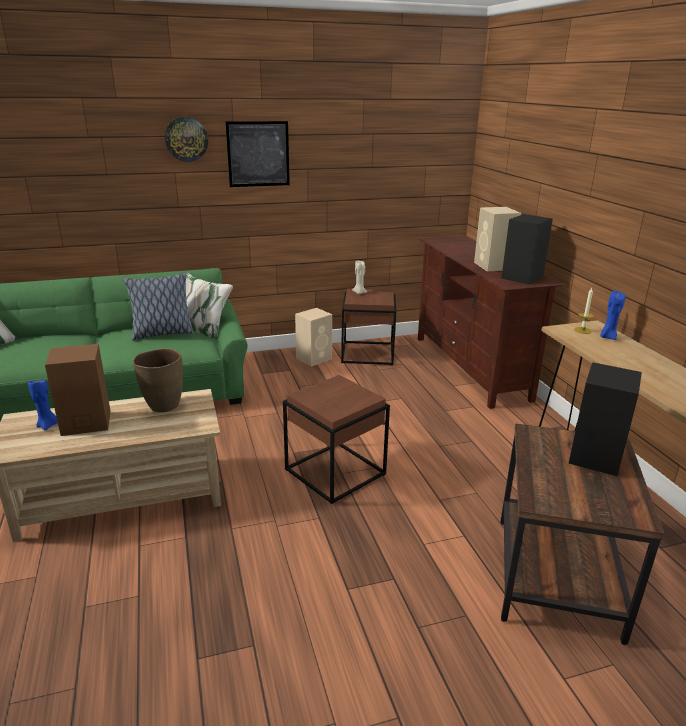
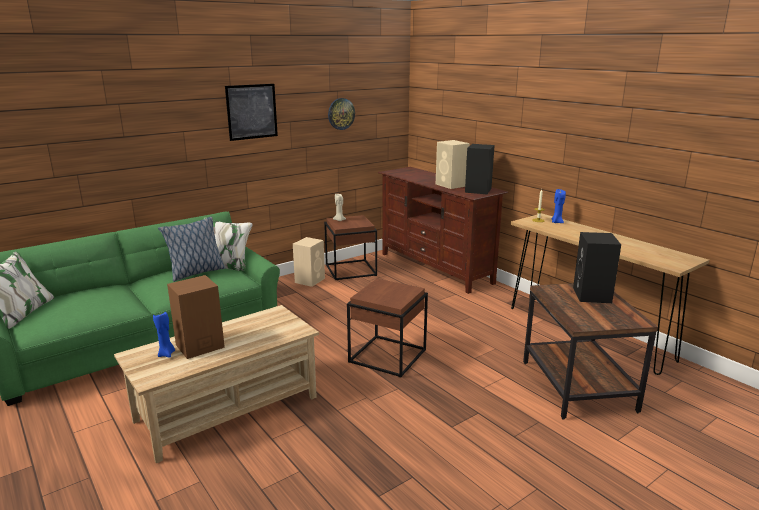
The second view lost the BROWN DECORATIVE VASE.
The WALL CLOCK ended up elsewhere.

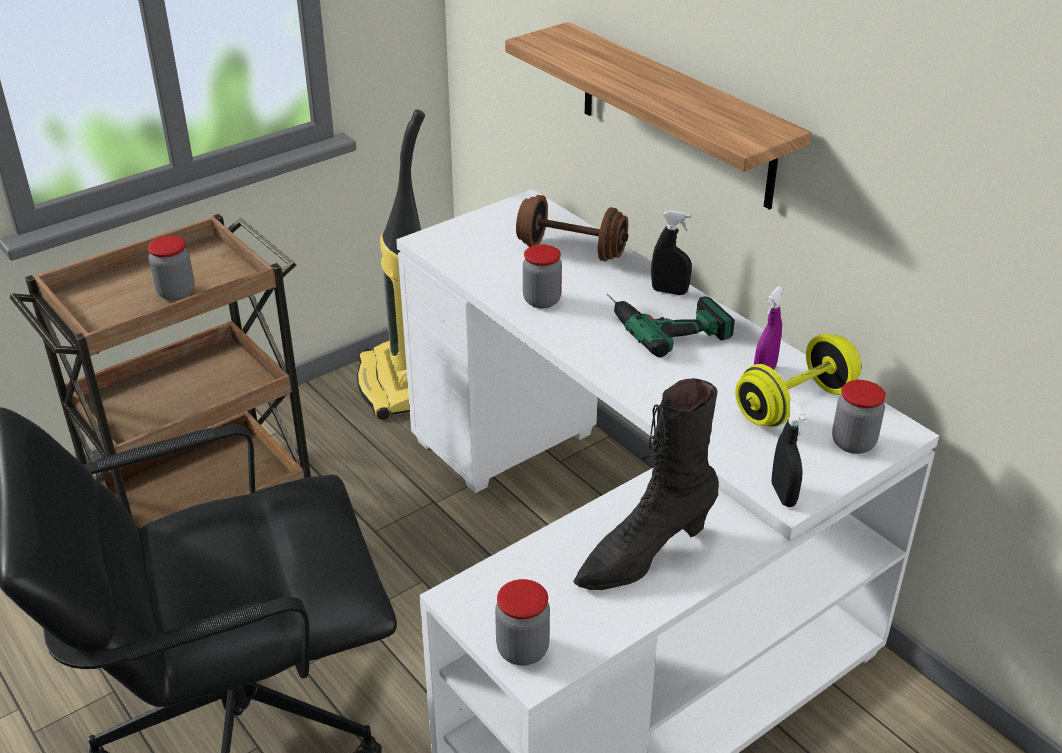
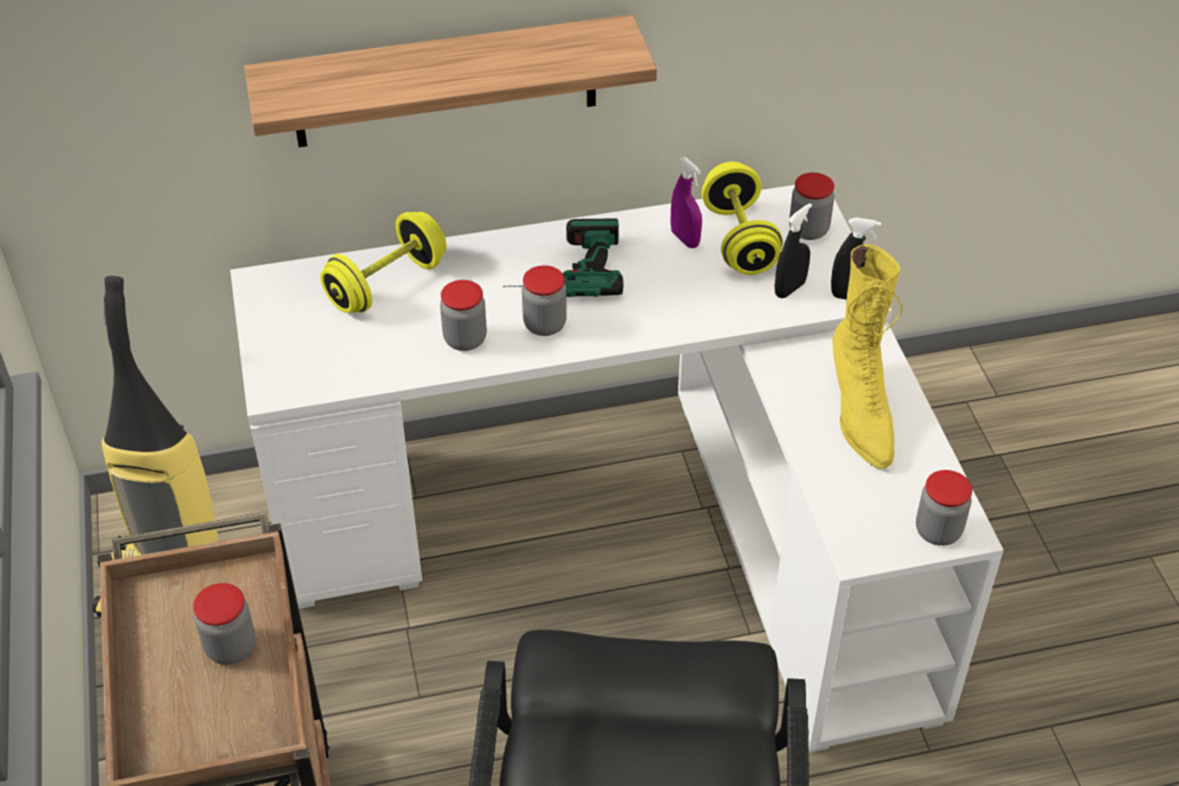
What was the BROWN HAND WEIGHT turned into the YELLOW HAND WEIGHT (1st from left).
What was the BLACK-COLOURED TALL BOOT turned into the YELLOW TALL BOOT.
The BLACK-COLOURED SPRAYER (1st from left) ended up elsewhere.
The second view gained the JAR (3rd from left).

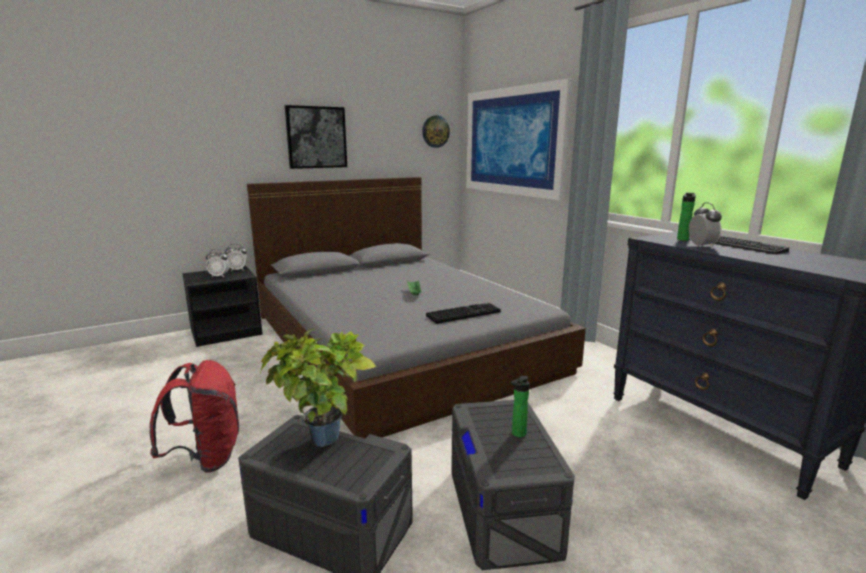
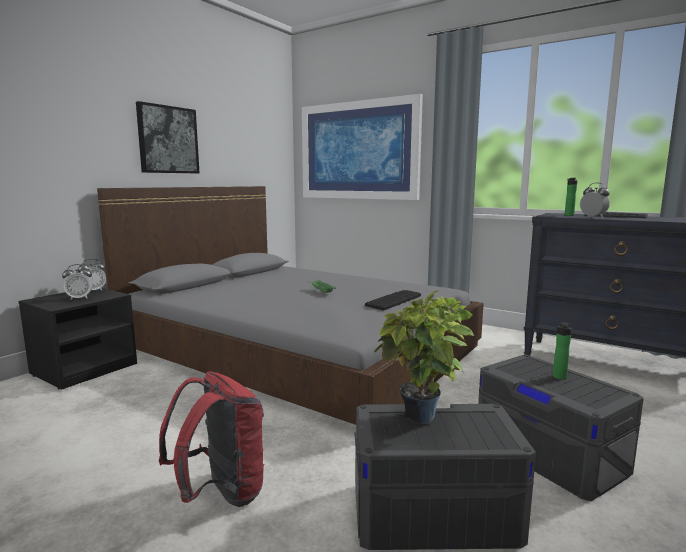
The second view lost the WALL CLOCK.

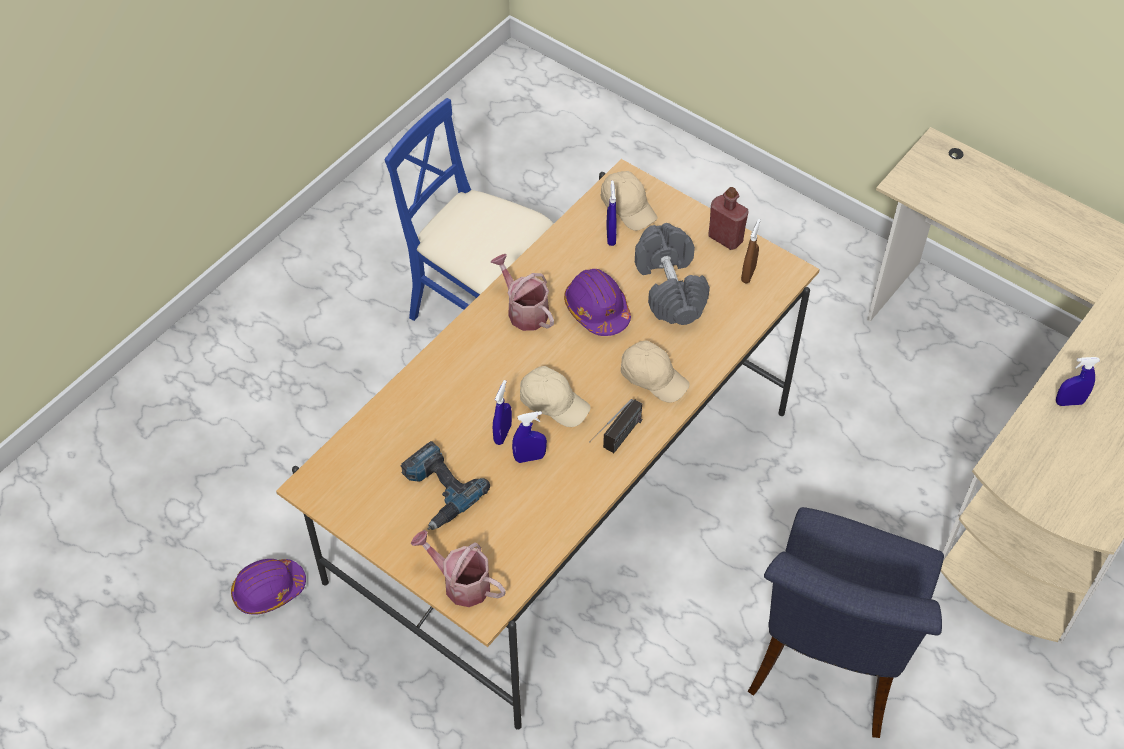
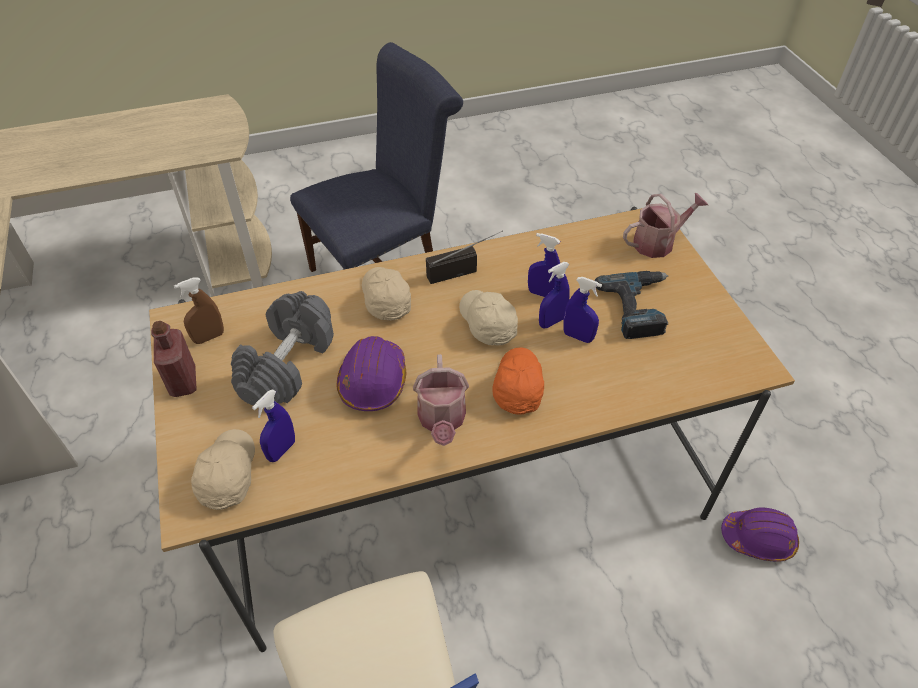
The WATERING CAN (1st from left in the first image) ended up facing another way, 90 degrees counterclockwise from before.
The BLUE-COLOURED SPRAYER (4th from left) ended up elsewhere.
The second view gained the ORANGE PEAKED CAP.

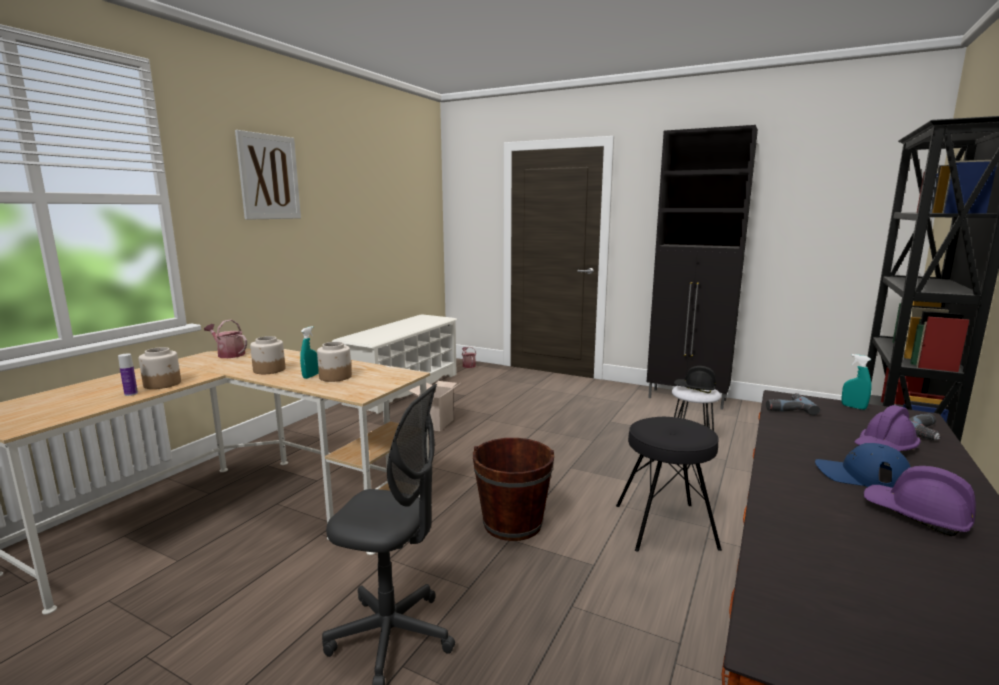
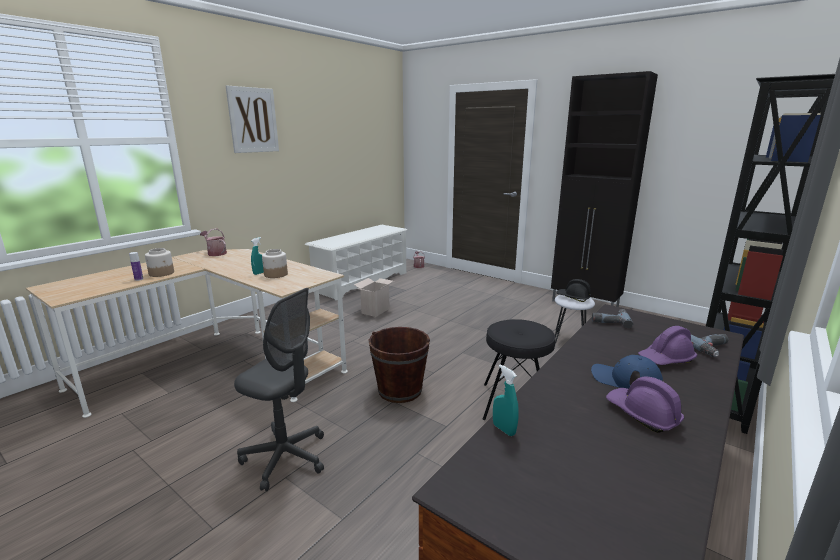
The second view lost the JAR (2nd from left).
The TURQUOISE SPRAYER (2nd from left) ended up elsewhere.

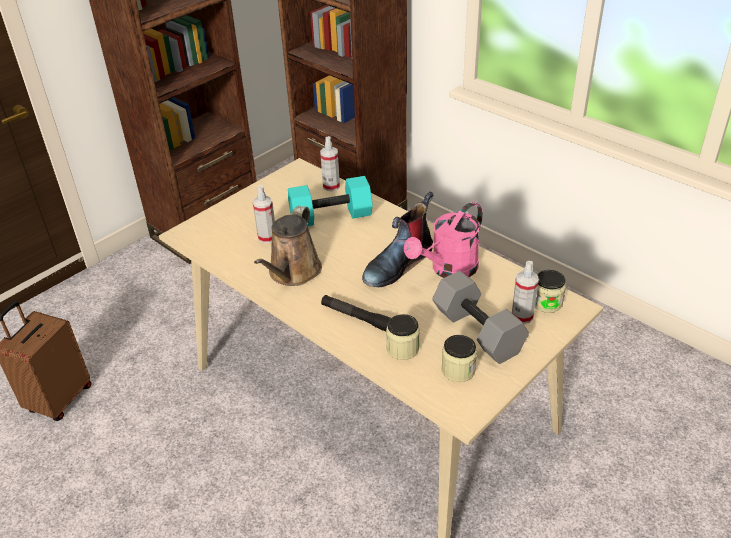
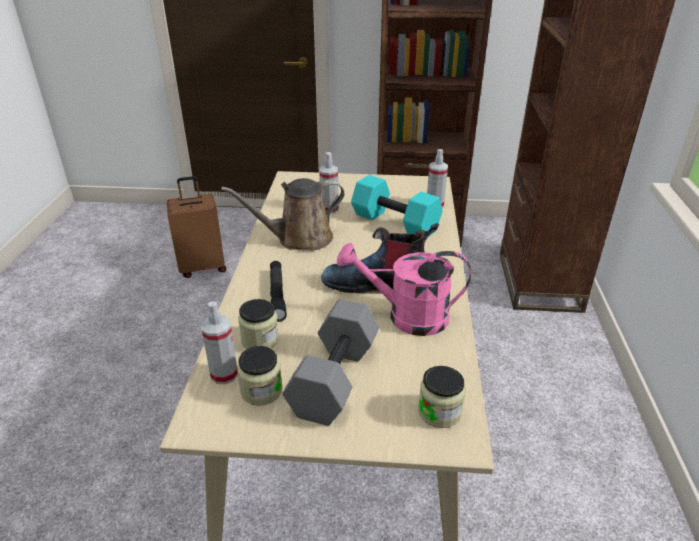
The SPRAYER (3rd from left in the first image) ended up elsewhere.

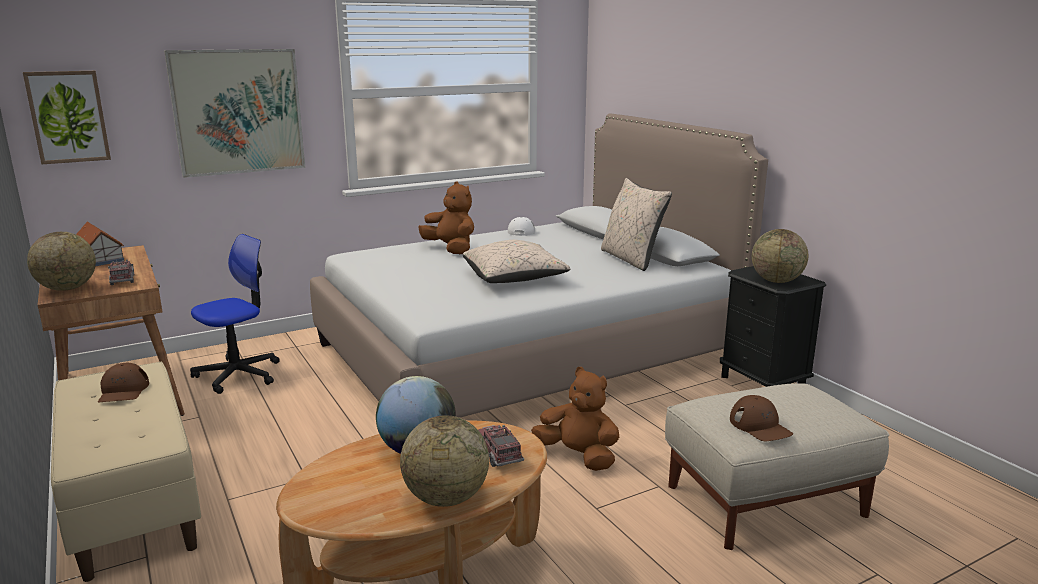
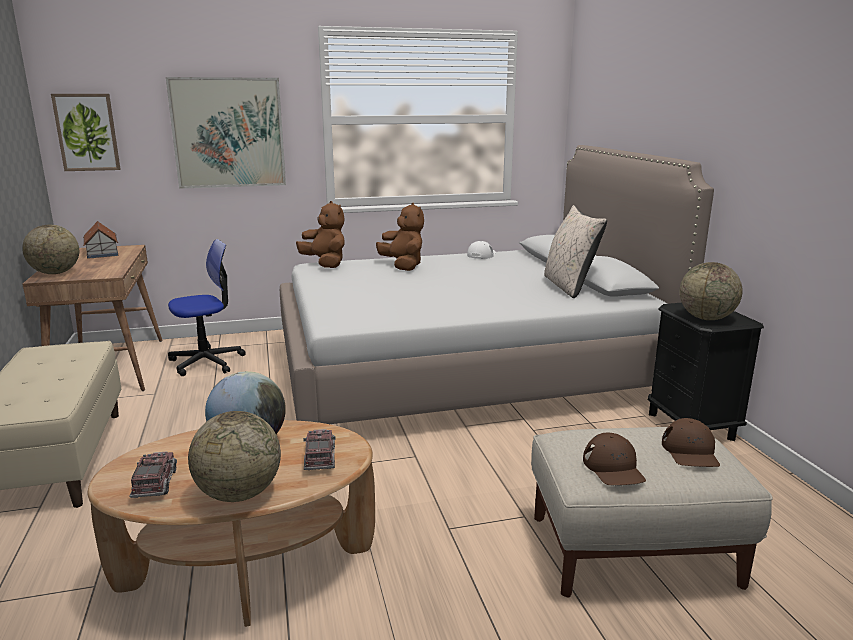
The BROWN PEAKED CAP (1st from left in the first image) ended up elsewhere.
The TOY TRUCK (1st from left) ended up elsewhere.
The second view lost the BEIGE-COLOURED THROW PILLOW (1st from left).
The BROWN SOFT TOY (2nd from left in the first image) ended up elsewhere.

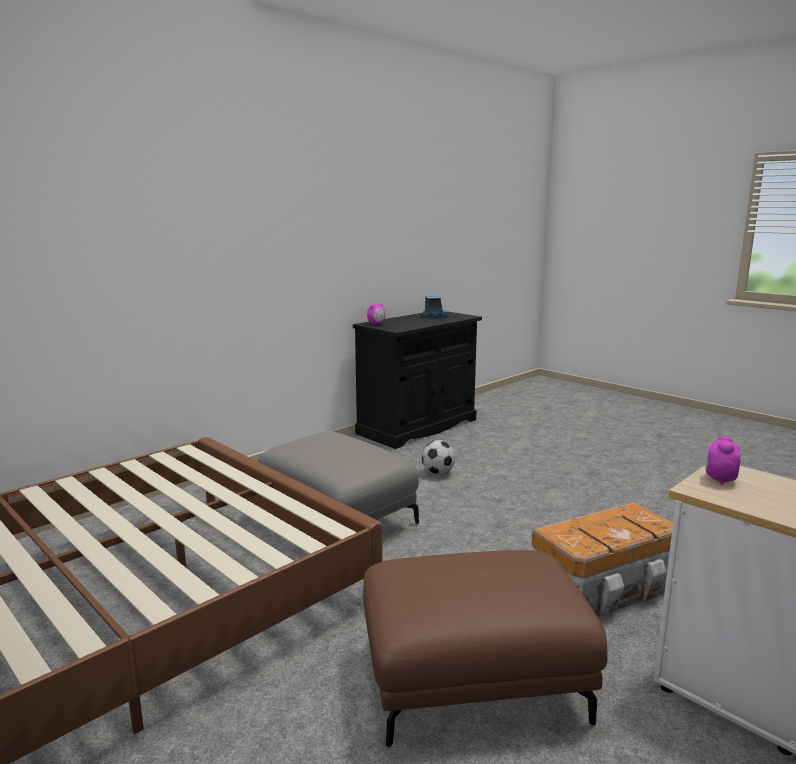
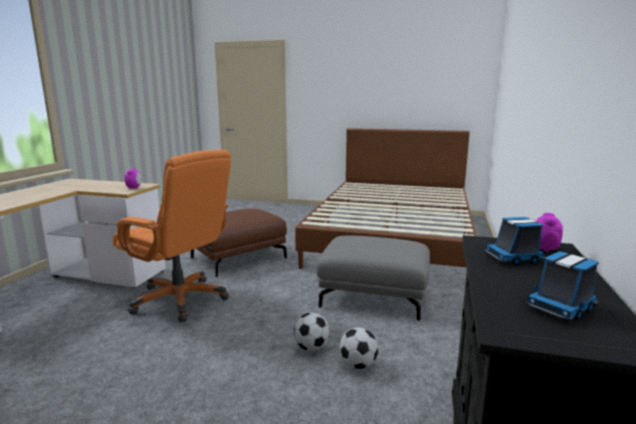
Where the STORAGE CONTAINER stood, the ORANGE OFFICE CHAIR came to stand.
The second view gained the BALL FOR FOOTBALL (1st from left).
The second view gained the TOY TRUCK (1st from left).

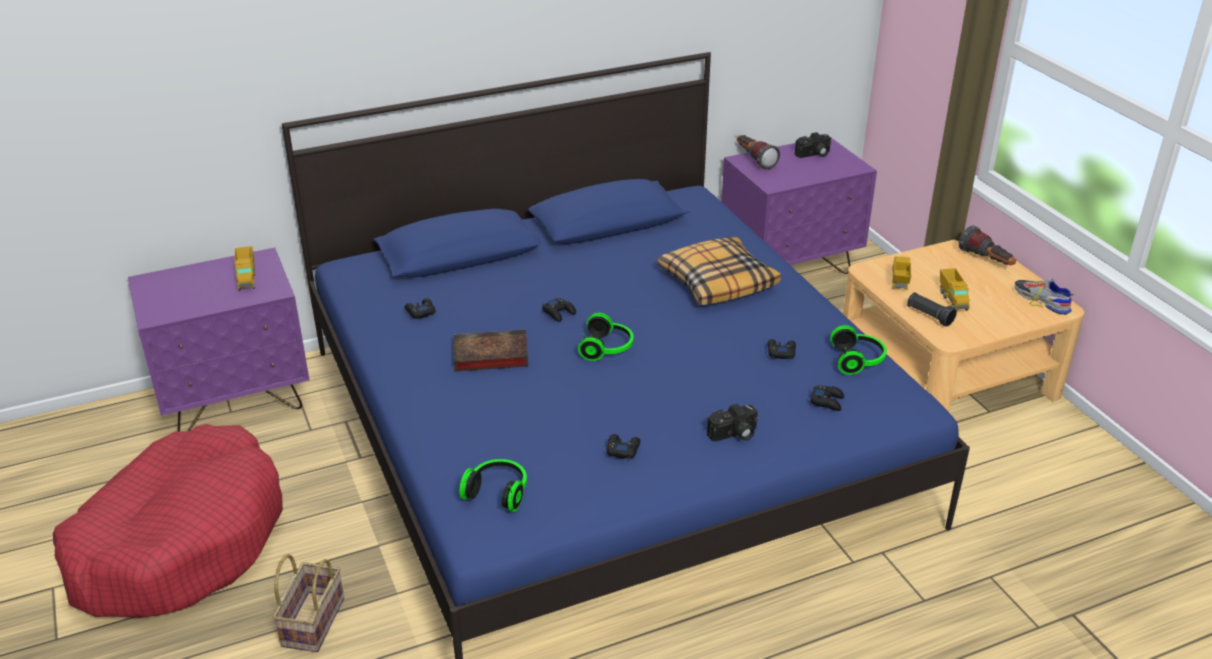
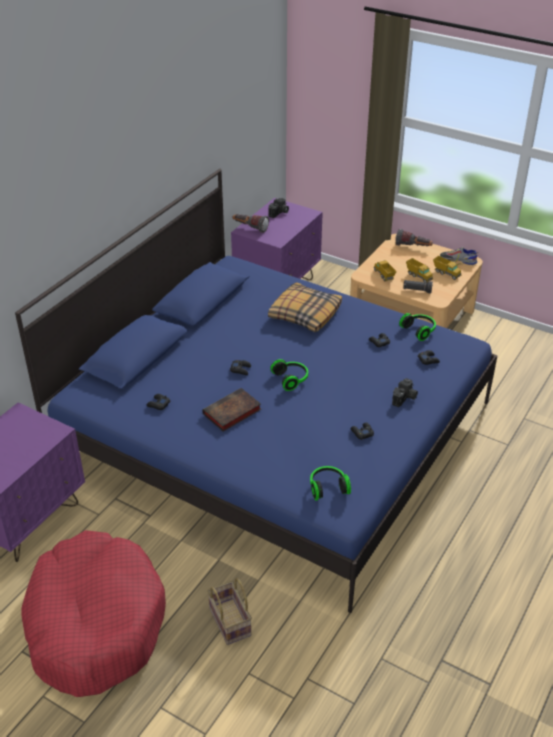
The TOY TRUCK (1st from left in the first image) ended up elsewhere.

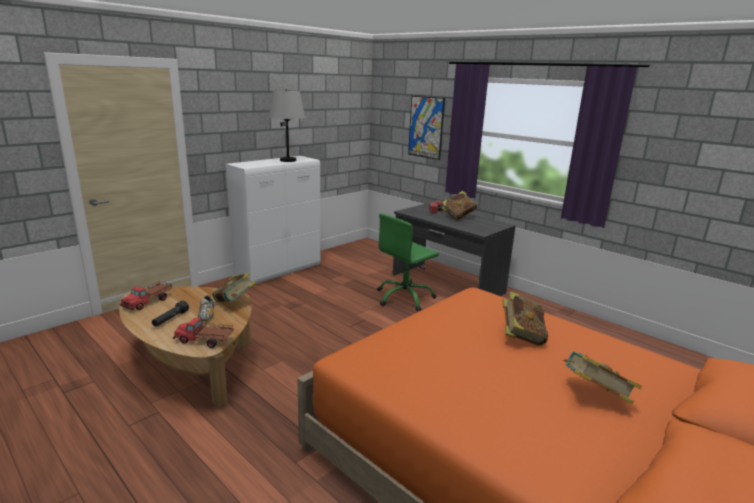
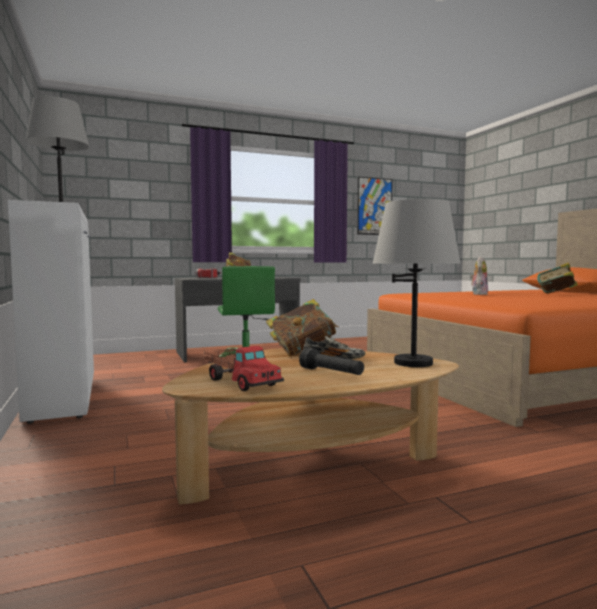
Where the TOY TRUCK (2nd from left) stood, the GREY LAMP FOR A TABLE (2nd from left) came to stand.
The WALL ART ended up elsewhere.
Where the BOOK (3rd from left) stood, the SOFT TOY came to stand.

